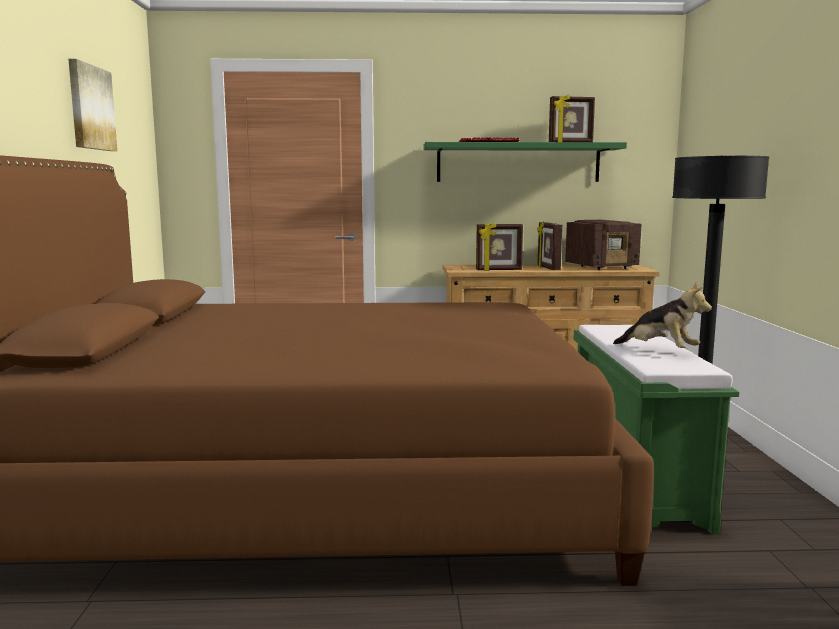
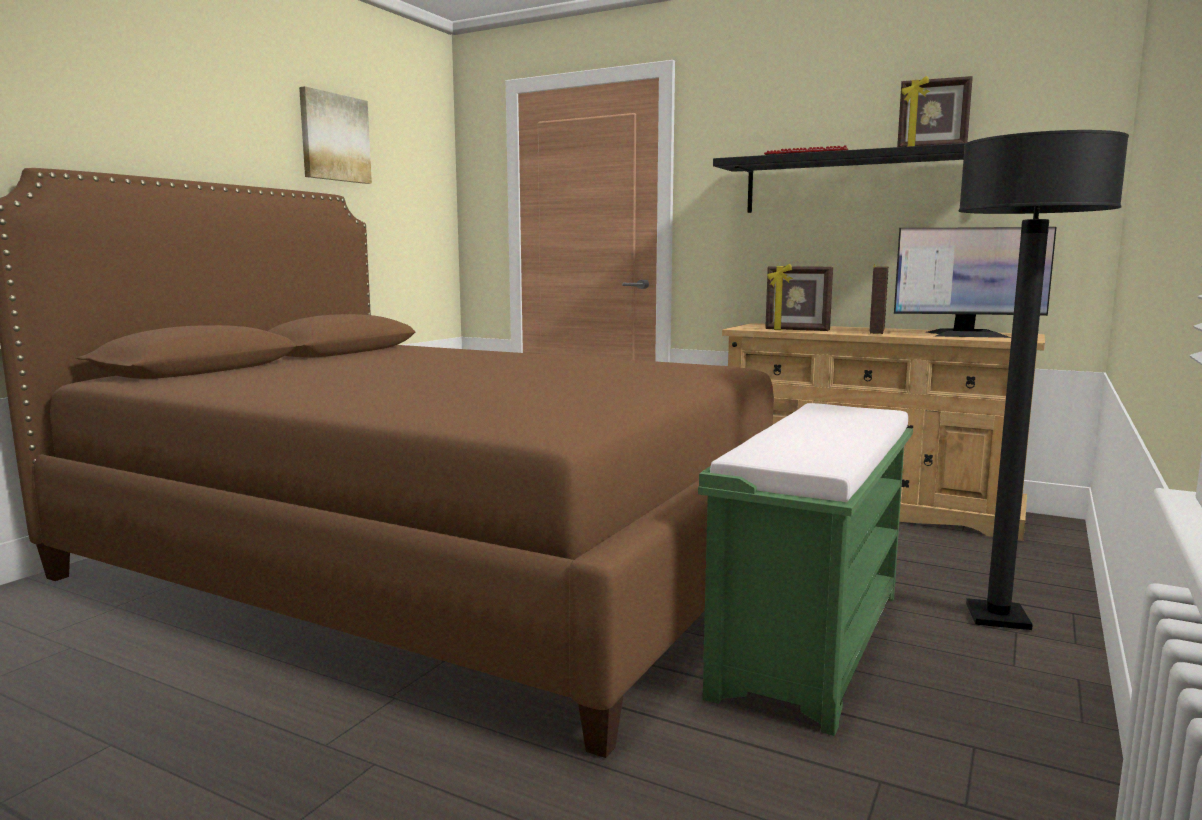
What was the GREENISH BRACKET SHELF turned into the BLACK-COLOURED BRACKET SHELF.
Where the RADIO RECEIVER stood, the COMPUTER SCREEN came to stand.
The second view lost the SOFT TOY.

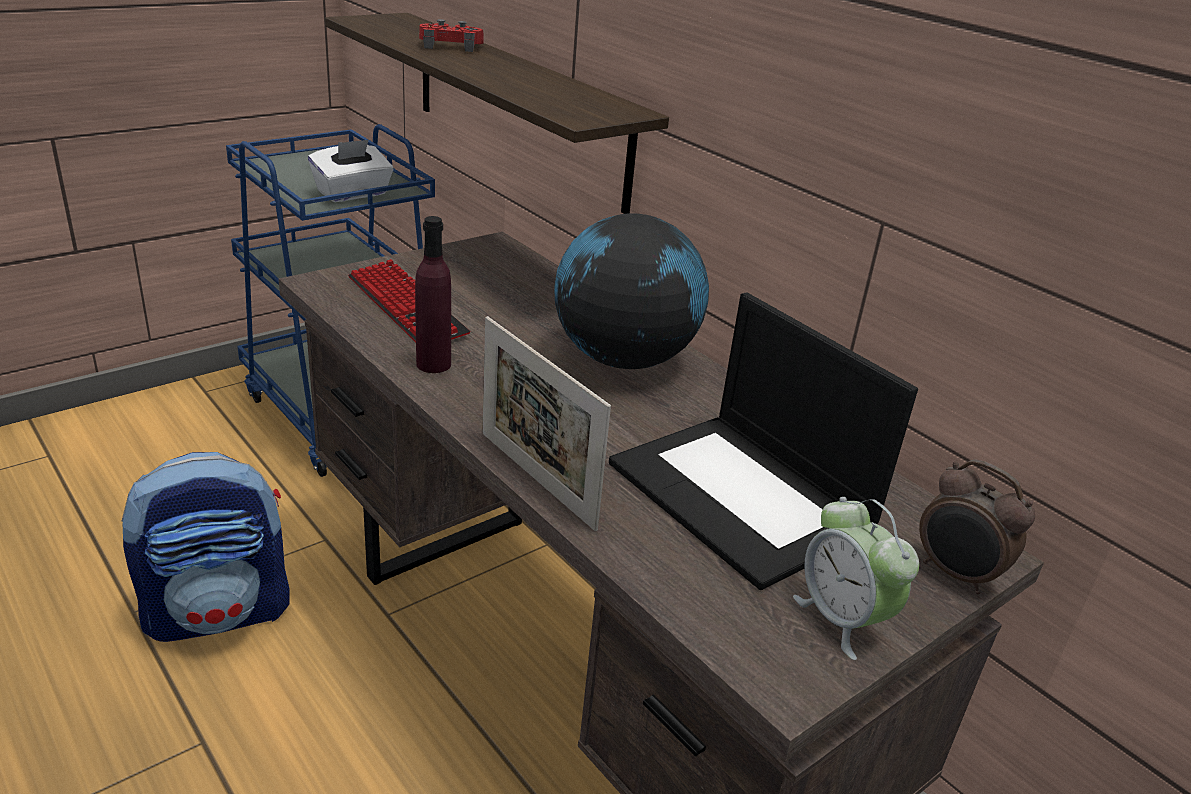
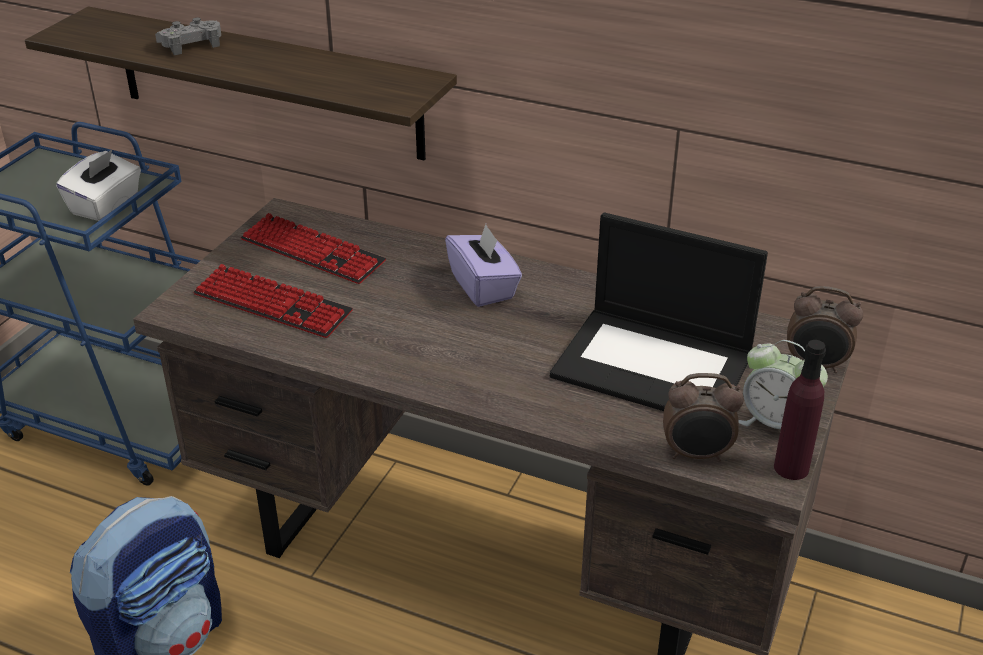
The PURPLE DRINK BOTTLE ended up elsewhere.
What was the REDDISH JOYPAD turned into the GREY JOYPAD.
The second view lost the PICTURE FRAME.
Where the DESK GLOBE stood, the PURPLE BOX OF TISSUES came to stand.
The second view gained the KEYBOARD (2nd from left).
The second view gained the ALARM CLOCK (1st from left).

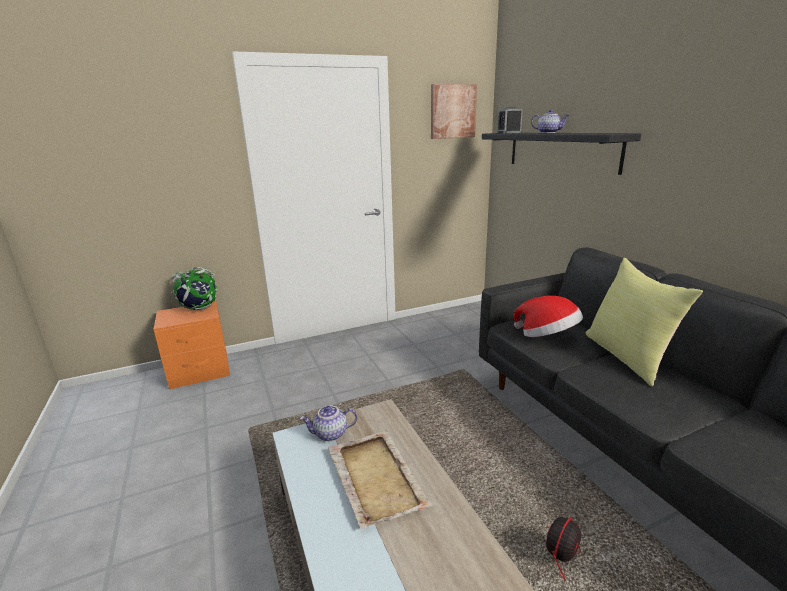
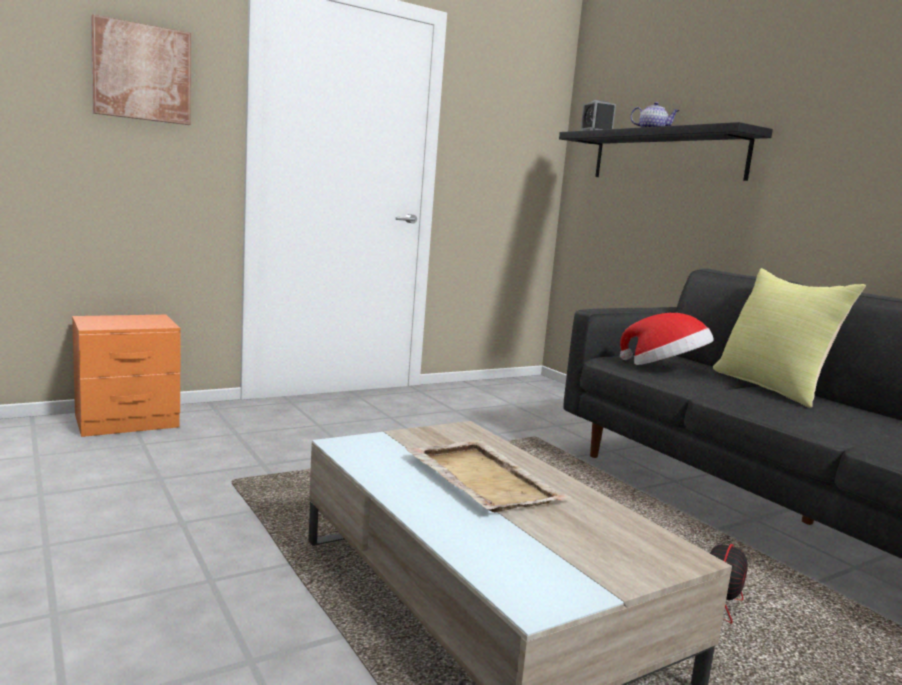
The second view lost the DESK GLOBE.
The second view lost the POT FOR TEA (1st from left).
The WALL ART ended up elsewhere.

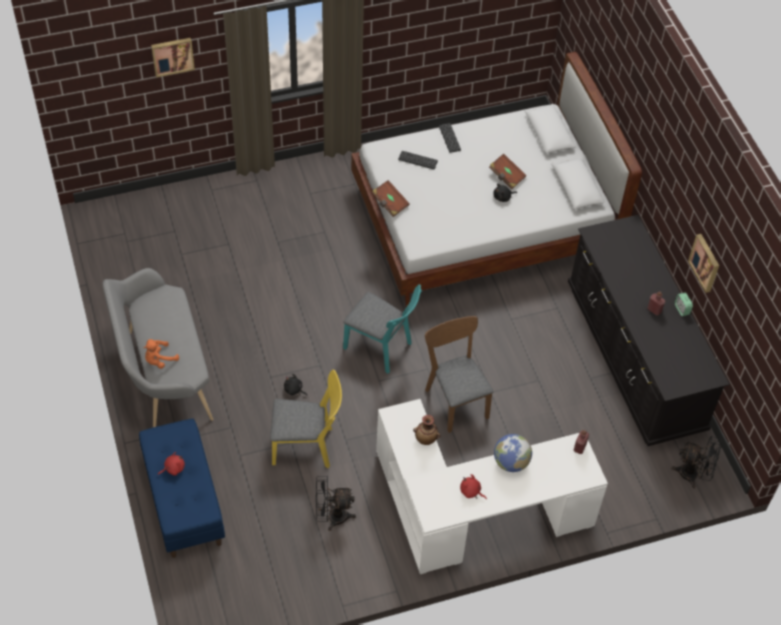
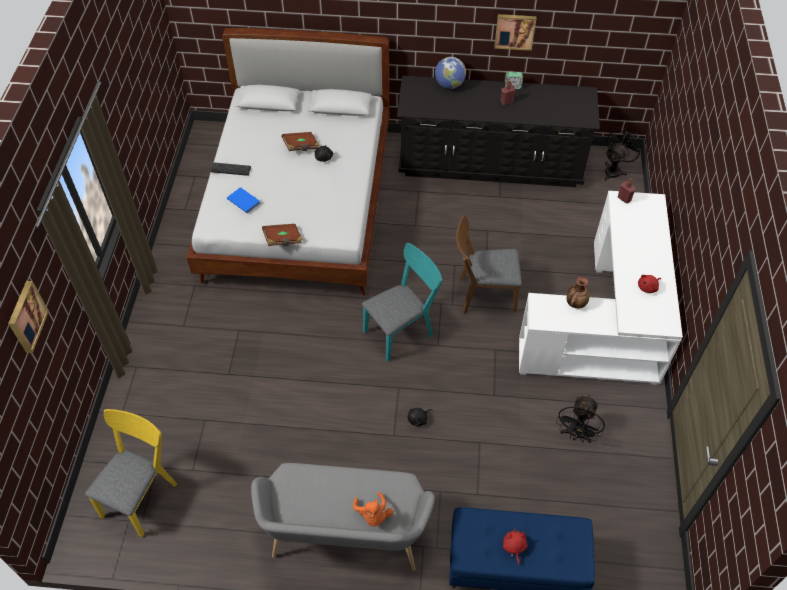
The YELLOW PLAIN CHAIR ended up elsewhere.
Where the KEYBOARD (1st from left) stood, the BLUE-COLOURED BOOK came to stand.
The DESK GLOBE ended up elsewhere.

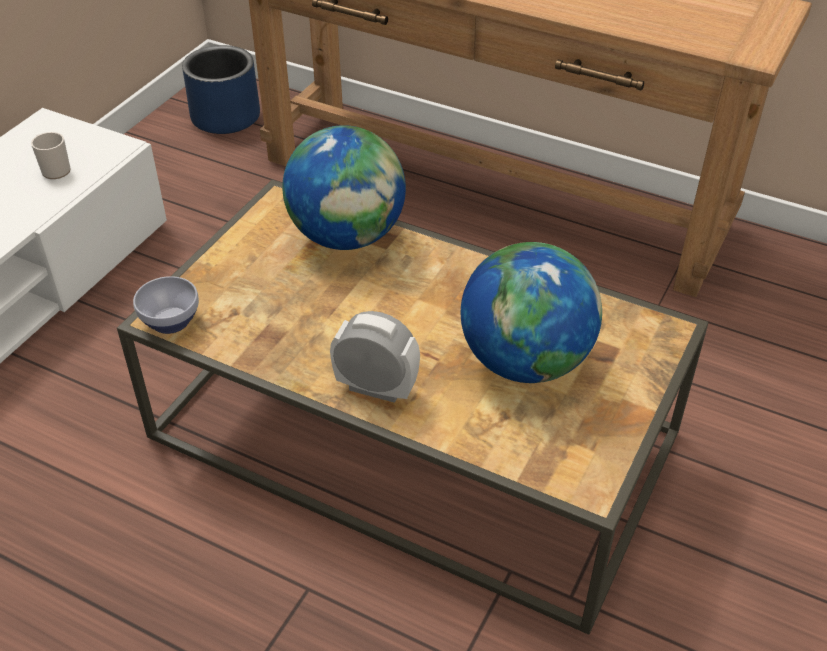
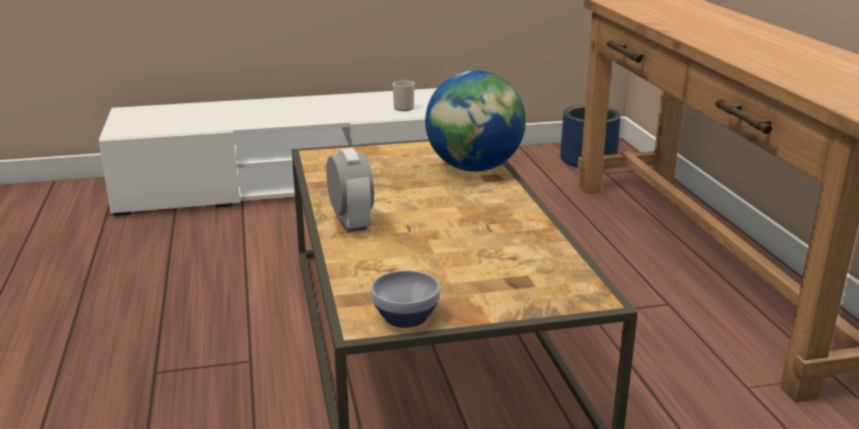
The SERVING BOWL ended up elsewhere.
The second view lost the DESK GLOBE (2nd from left).

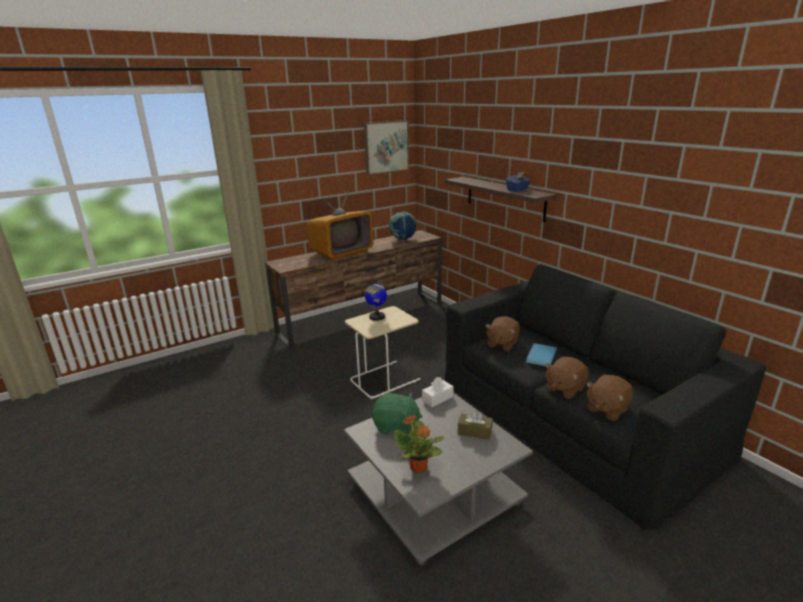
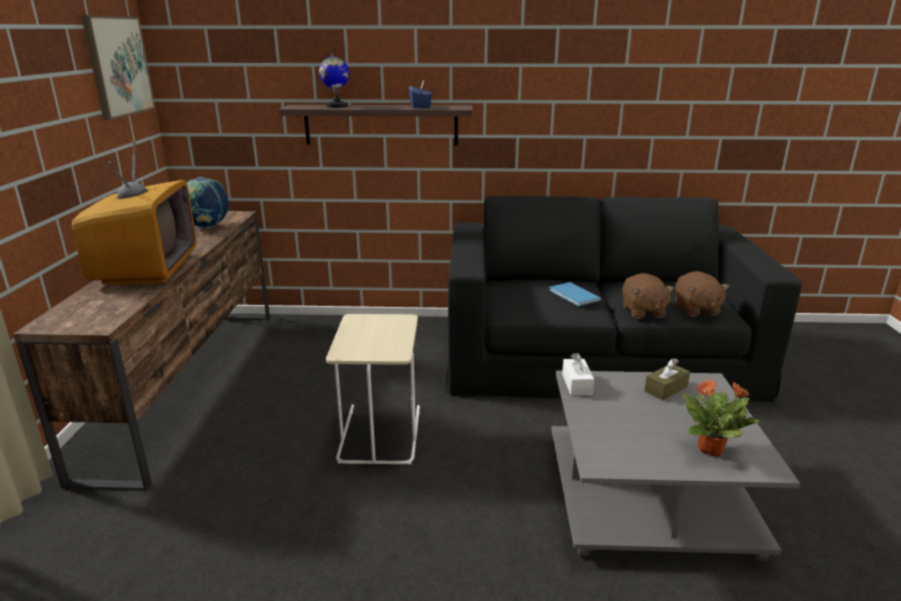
The DESK GLOBE (1st from left in the first image) ended up elsewhere.
The second view lost the GREENISH SOFT TOY.
The second view lost the BROWN SOFT TOY (1st from left).

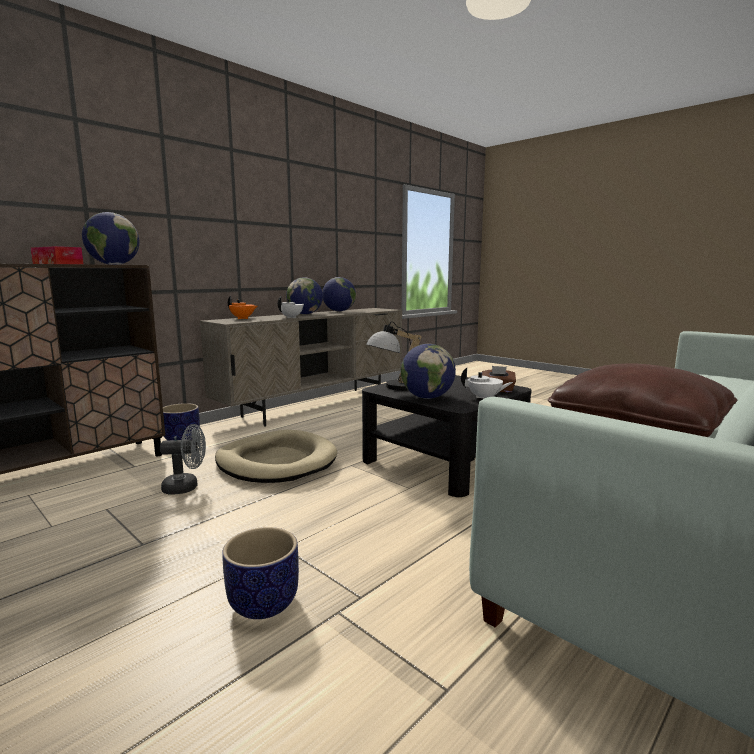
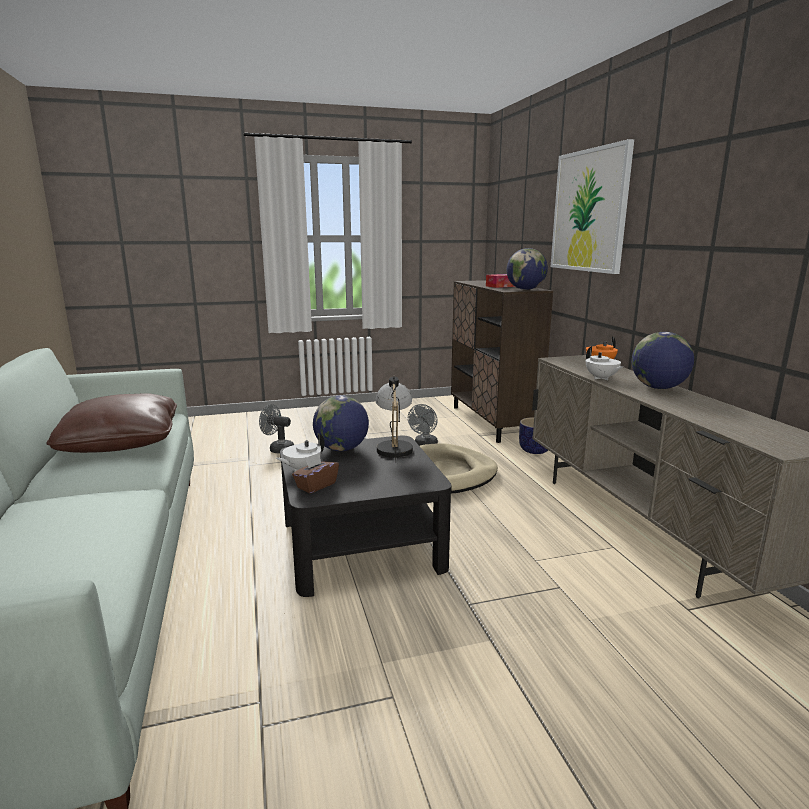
Where the PLANTER (2nd from left) stood, the GREY ELECTRIC FAN (1st from left) came to stand.
The second view lost the DESK GLOBE (3rd from left).
The second view gained the WALL ART.

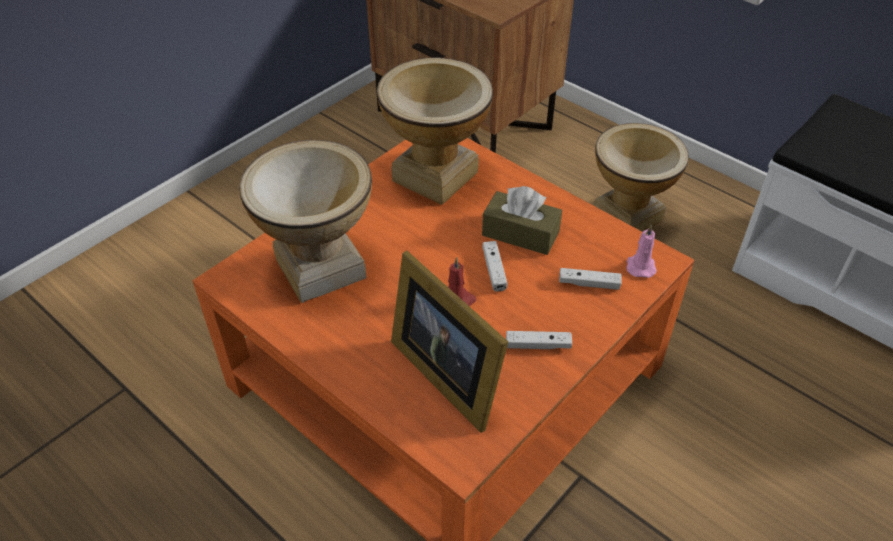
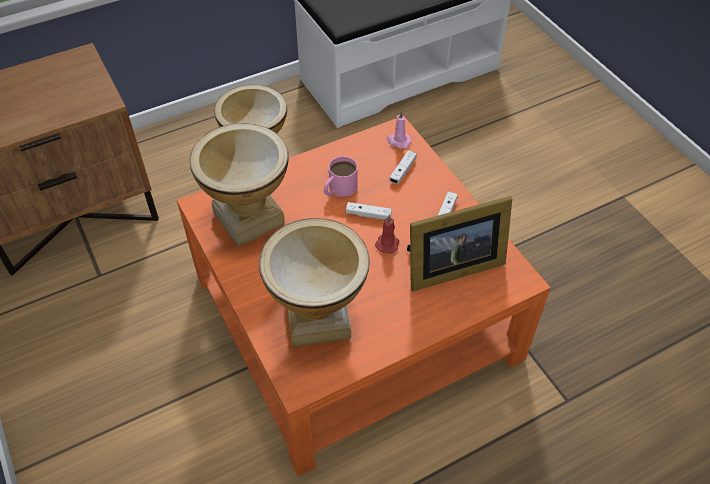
Where the BROWN BOX OF TISSUES stood, the PINKISH COFFEE MUG came to stand.

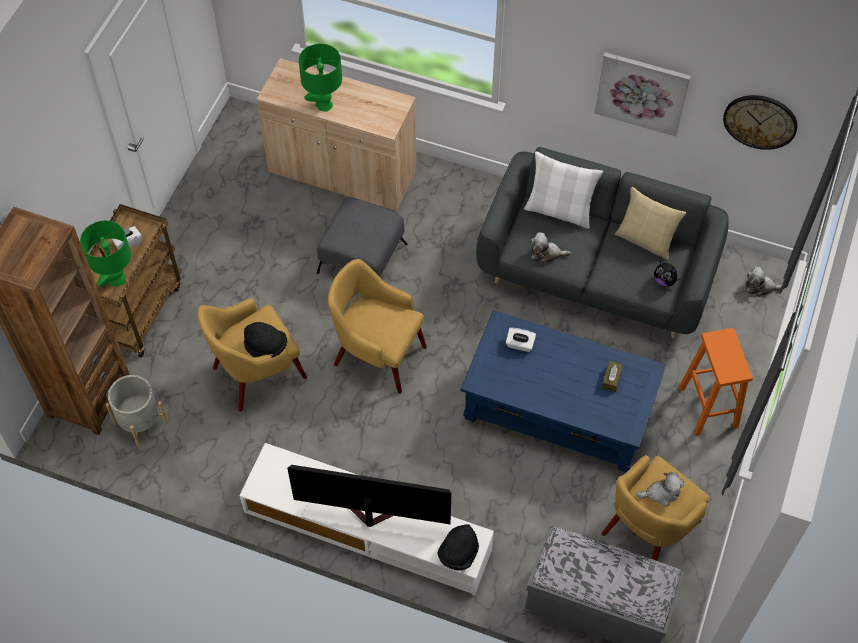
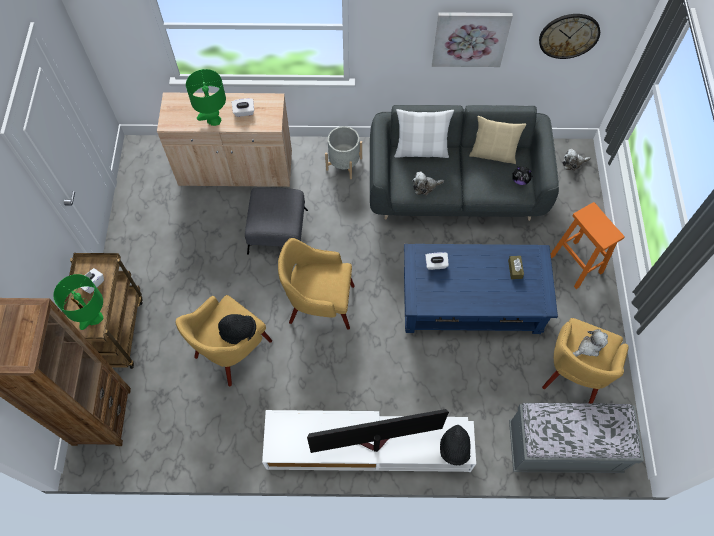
The GREY PLANTER ended up elsewhere.
The second view gained the WHITE-COLOURED BOX OF TISSUES (2nd from left).

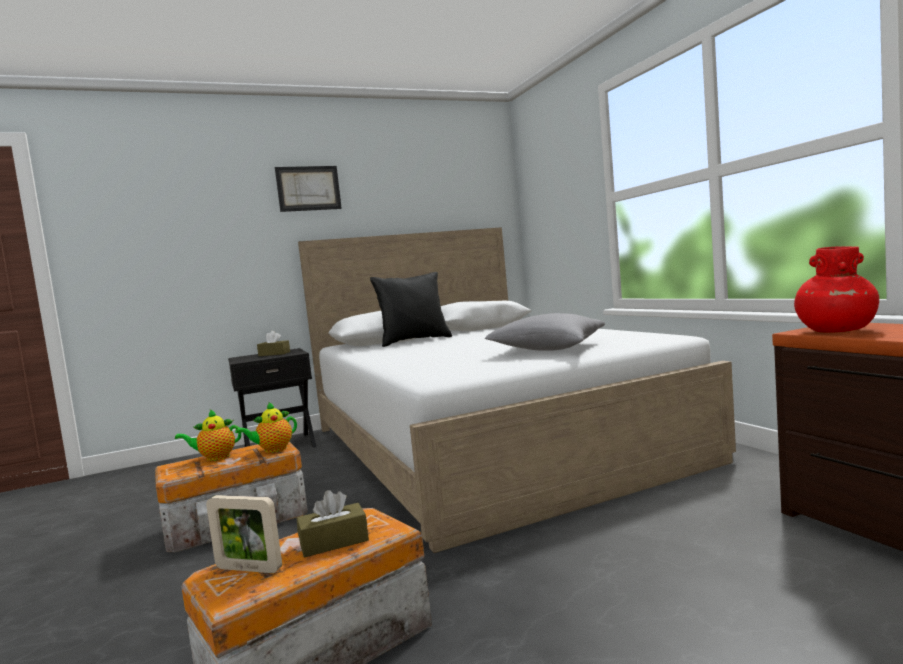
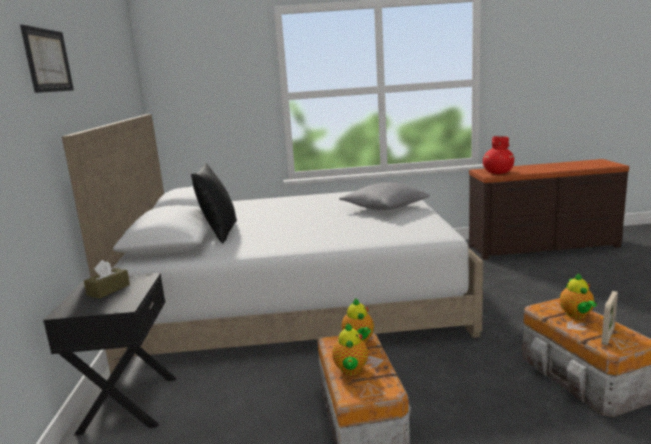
Where the BROWN BOX OF TISSUES (2nd from left) stood, the POT FOR TEA (3rd from left) came to stand.

